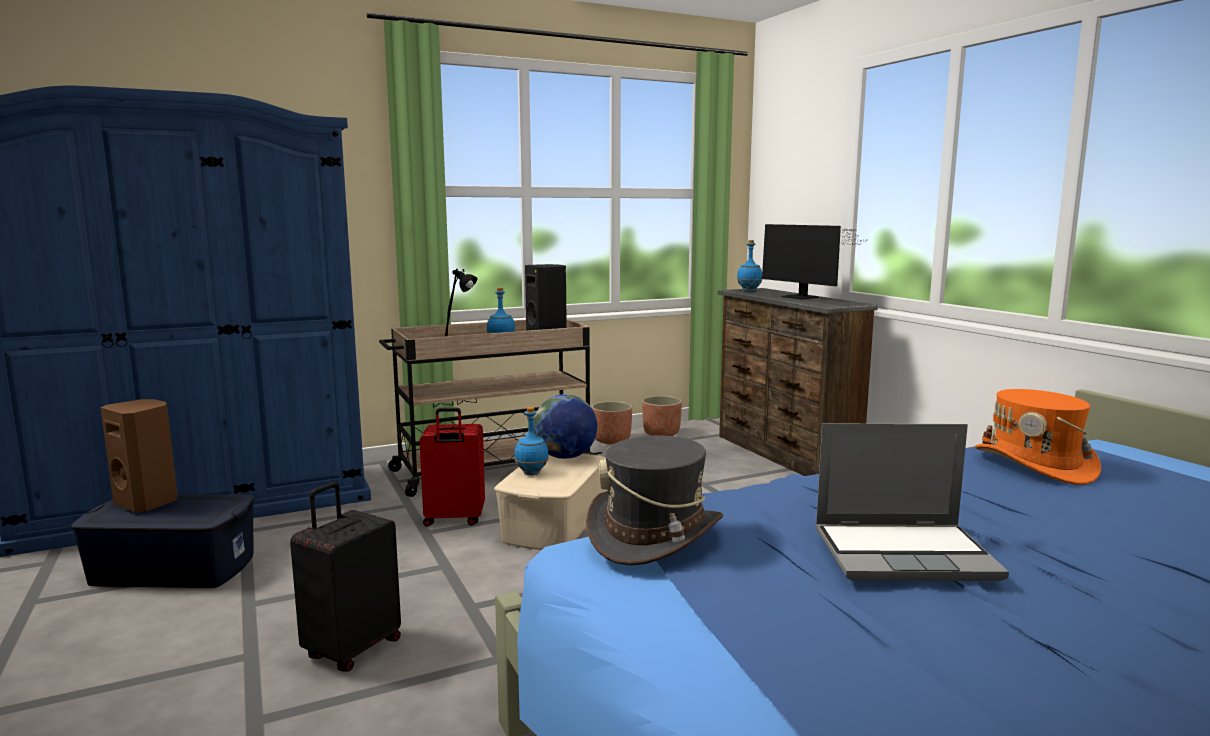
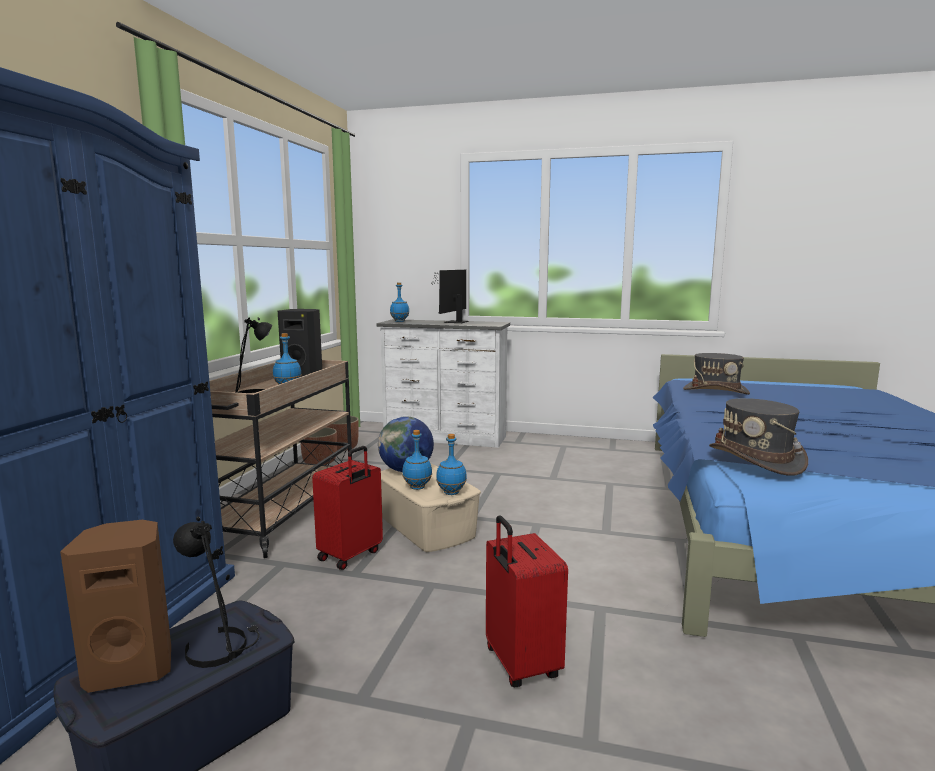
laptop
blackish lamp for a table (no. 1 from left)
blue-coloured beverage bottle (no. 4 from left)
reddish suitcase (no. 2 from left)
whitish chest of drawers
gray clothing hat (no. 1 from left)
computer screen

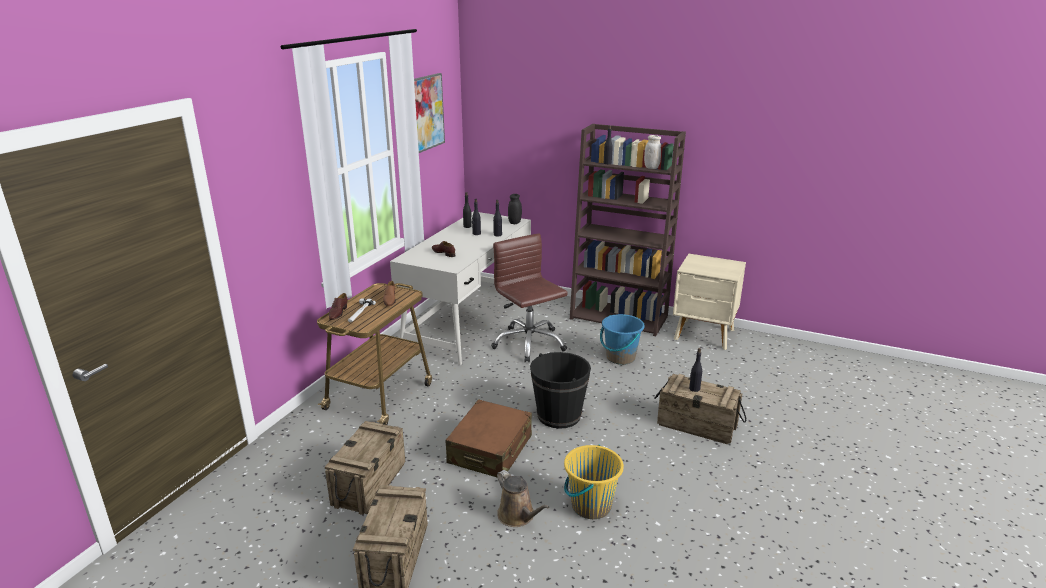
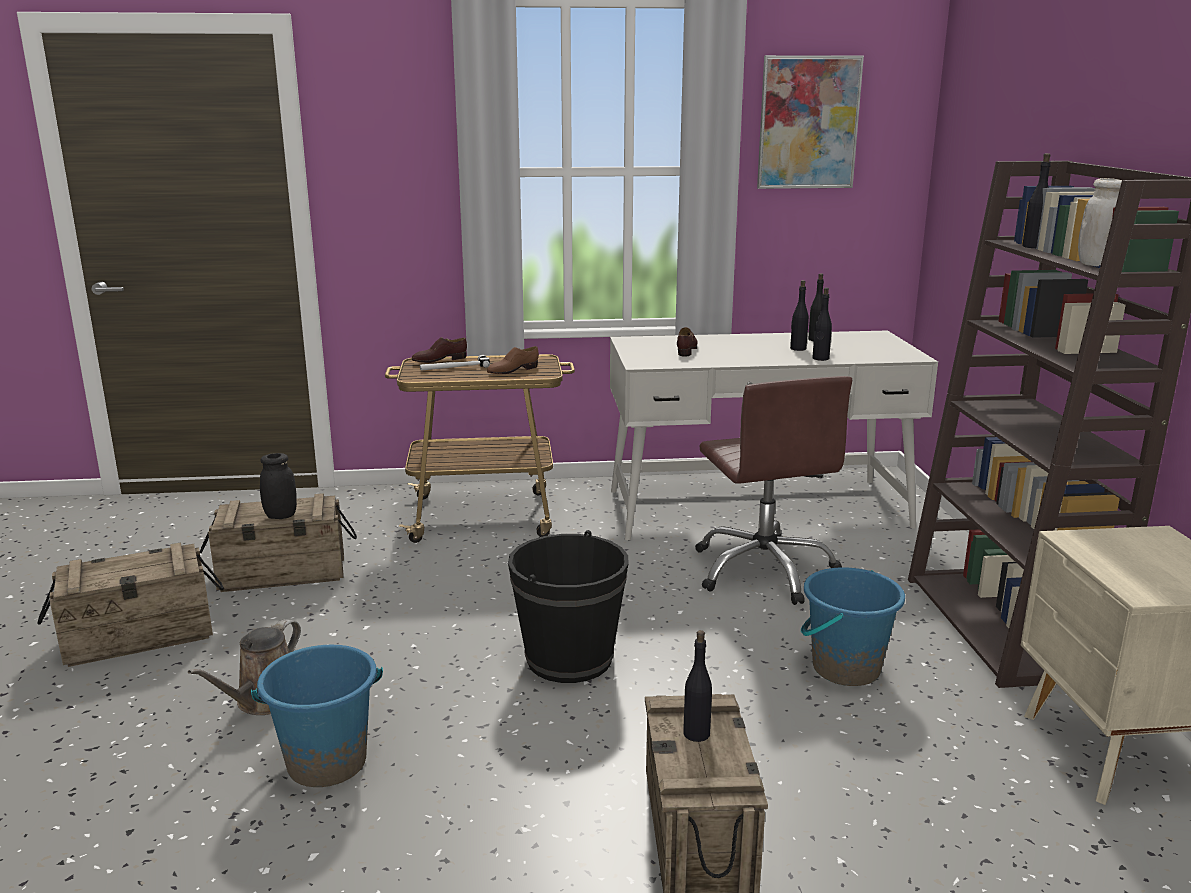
brownish suitcase
blackish preserve jar
blue-coloured water bucket (no. 1 from left)
brownish office chair

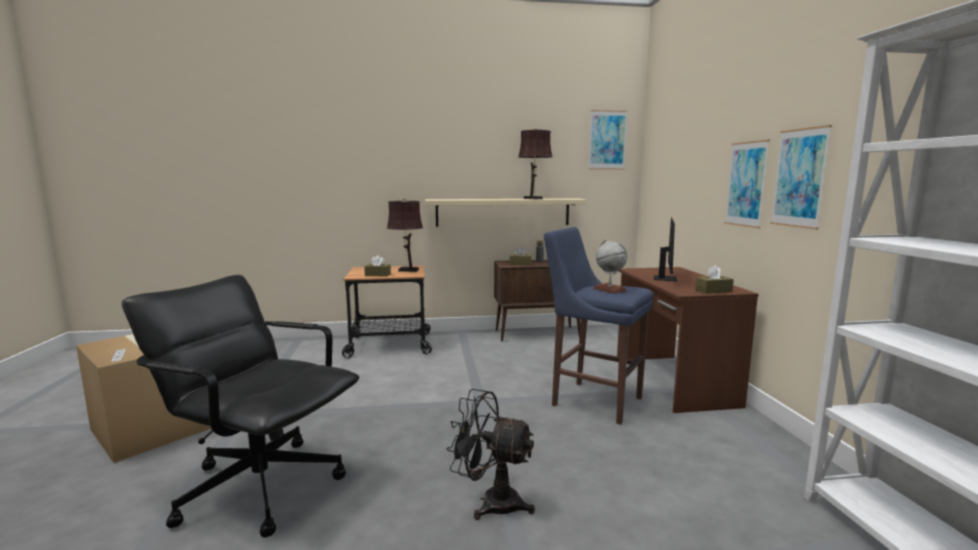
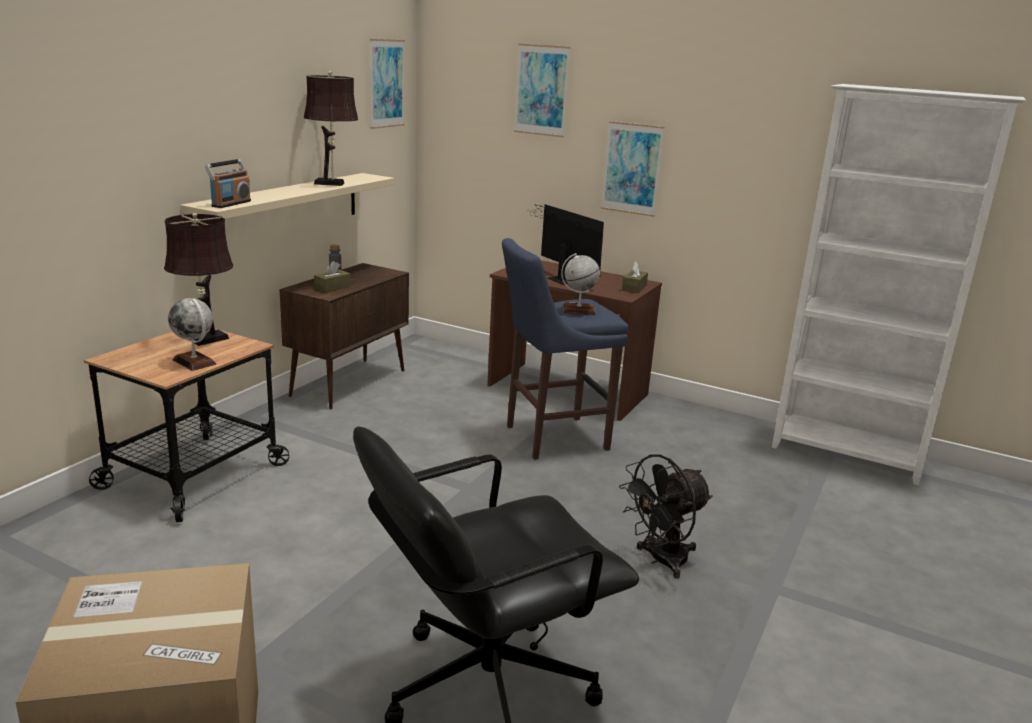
radio
picture (no. 2 from left)
desk globe (no. 1 from left)

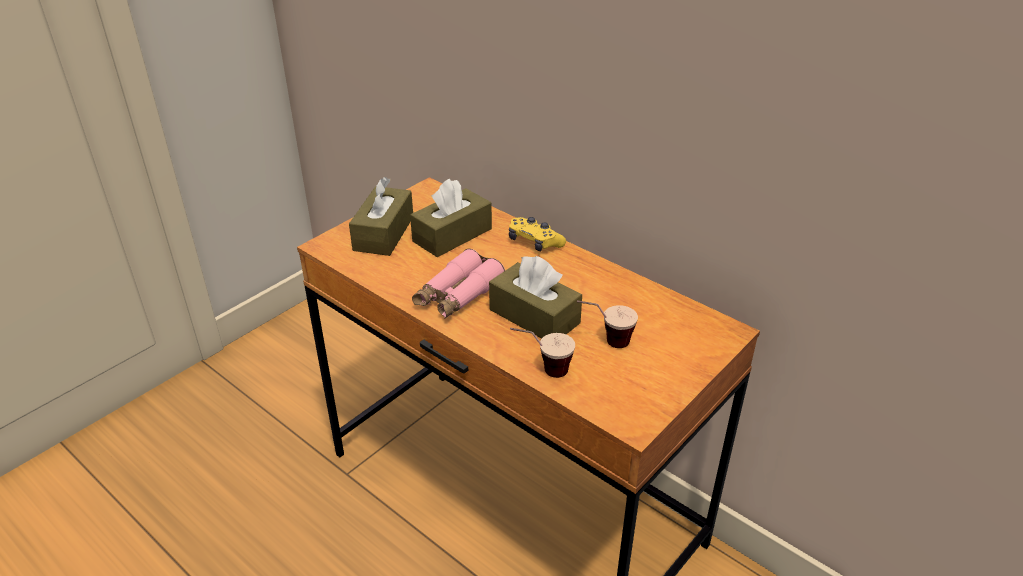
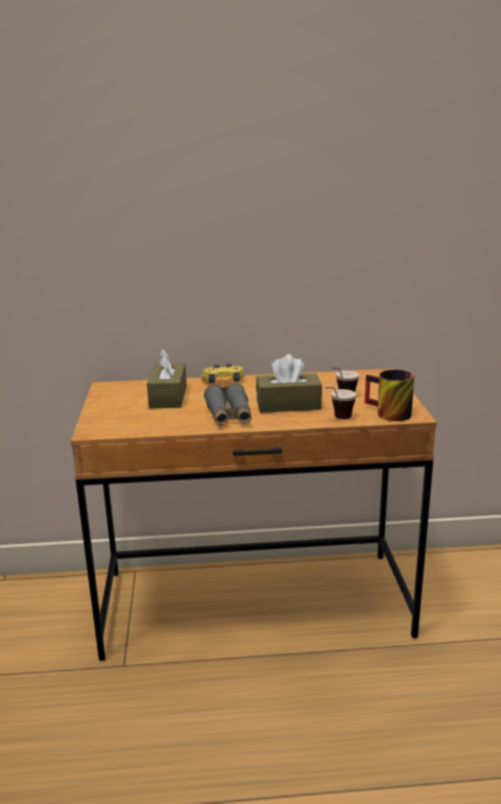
brownish tissue holder (no. 1 from left in the first image)
coffee mug
gray binoculars

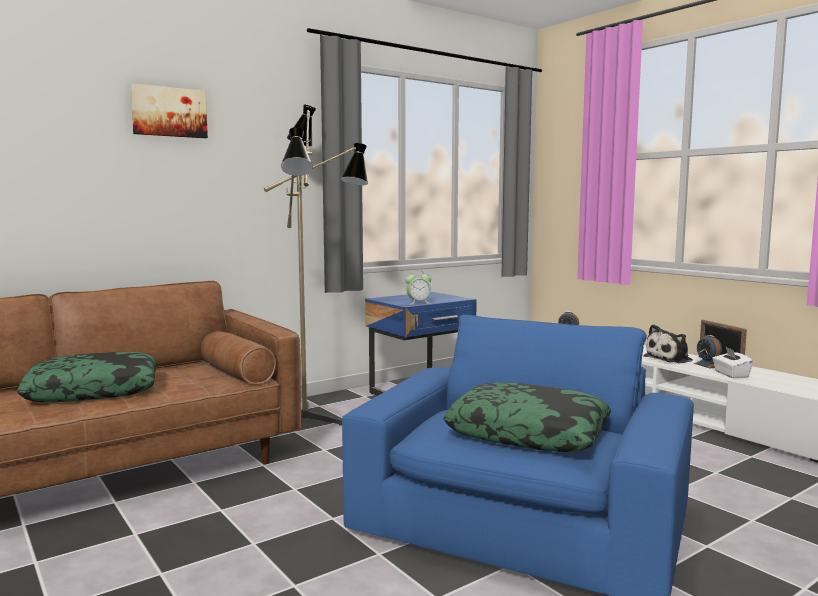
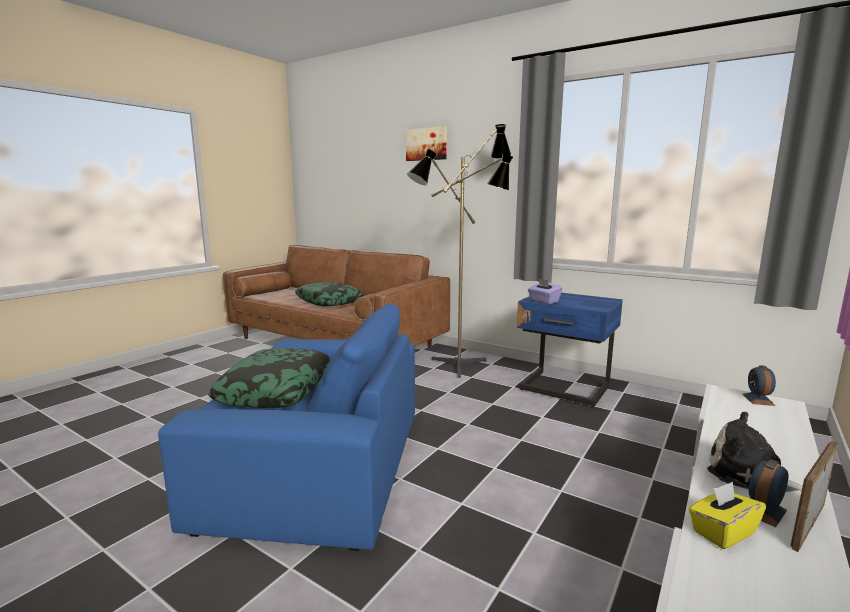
purple-coloured tissue holder
yellow tissue holder

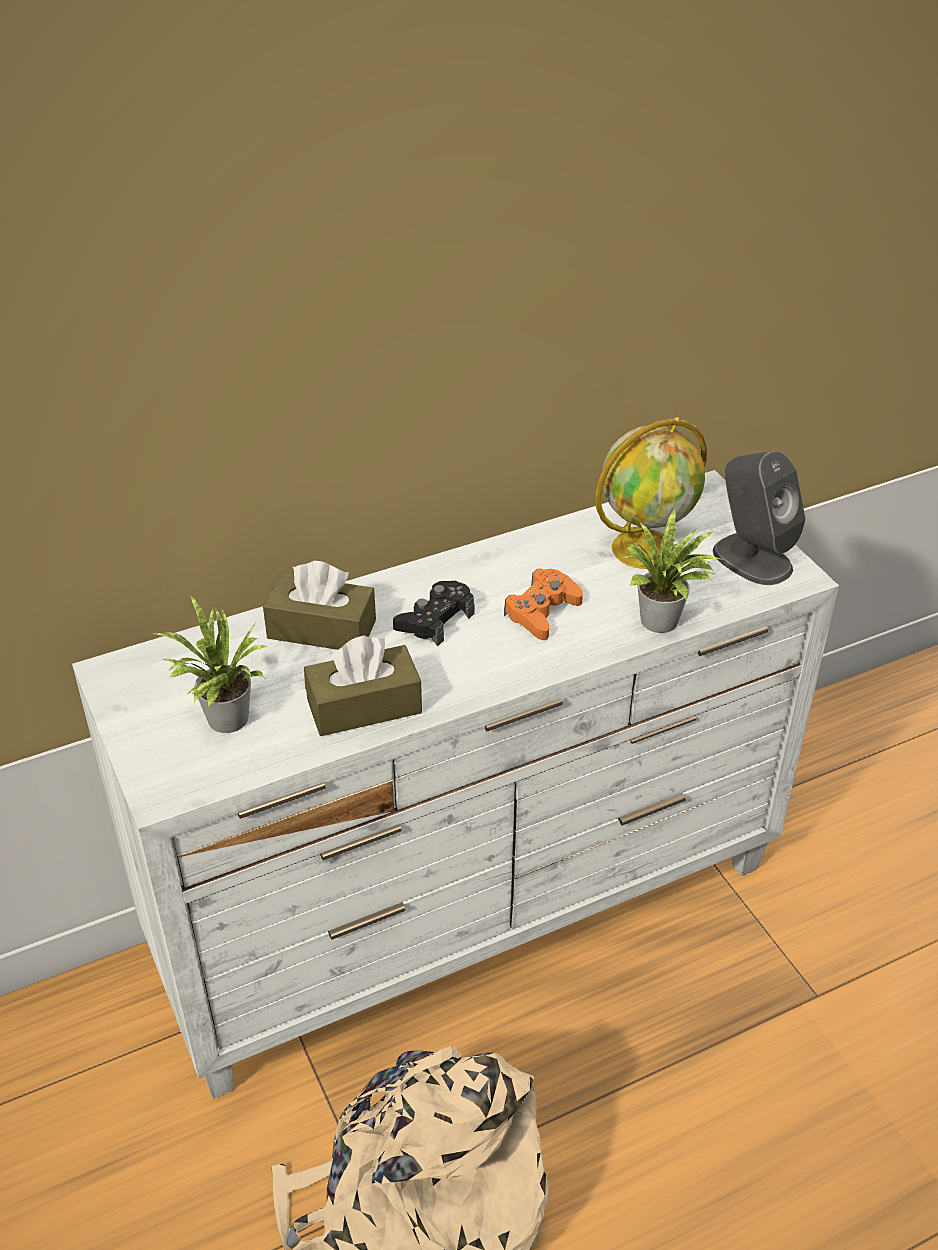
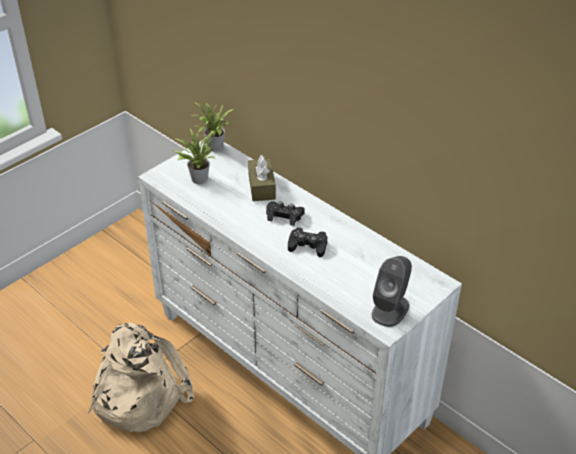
brownish tissue holder (no. 2 from left in the first image)
desk globe
potted plant (no. 2 from left)
blackish gamepad (no. 2 from left)

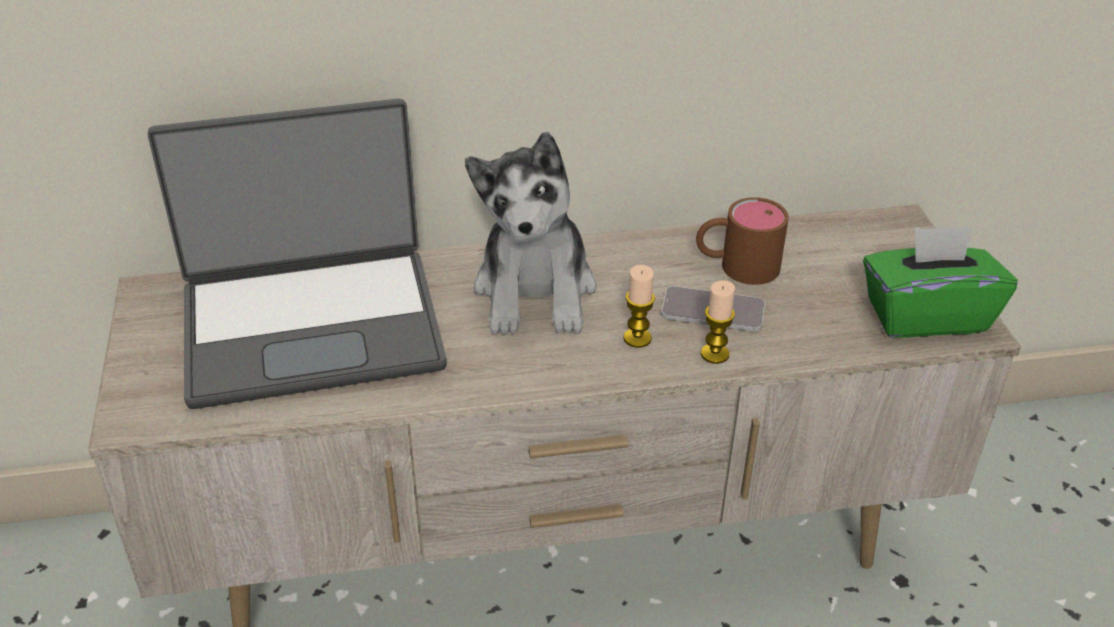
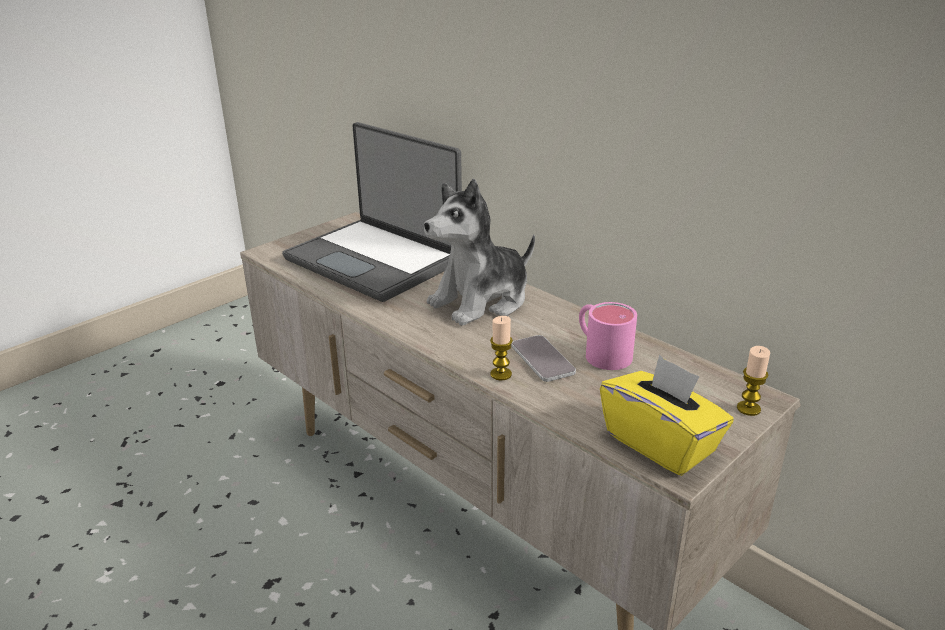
wax candle (no. 2 from left)
pinkish coffee mug
yellow tissue holder

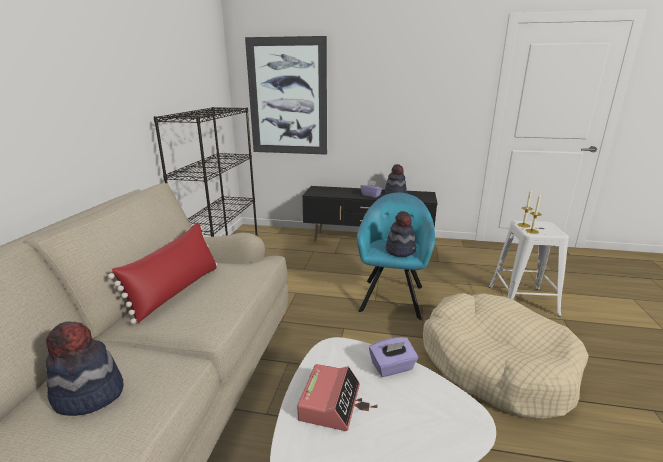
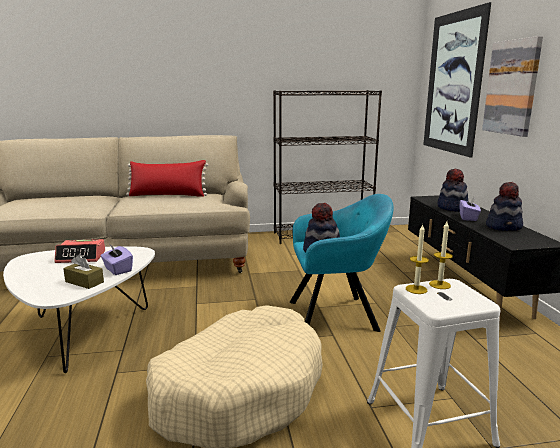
brownish tissue holder
picture (no. 2 from left)
clothing hat (no. 2 from left)

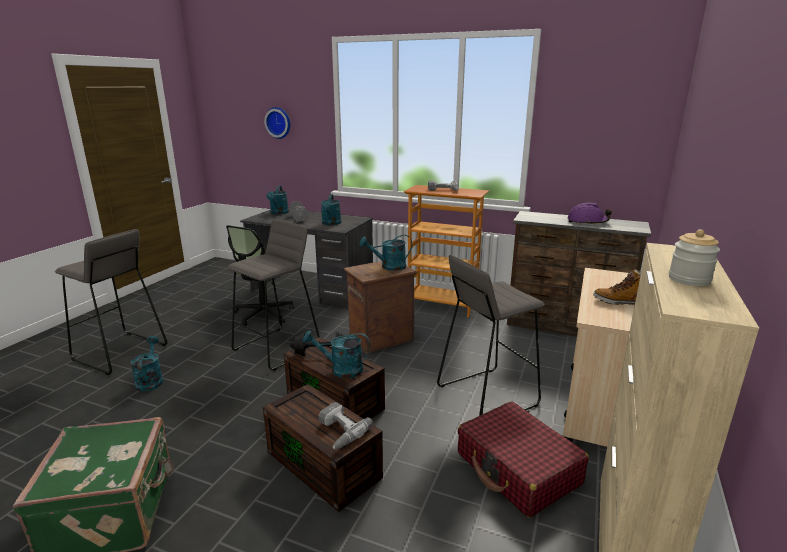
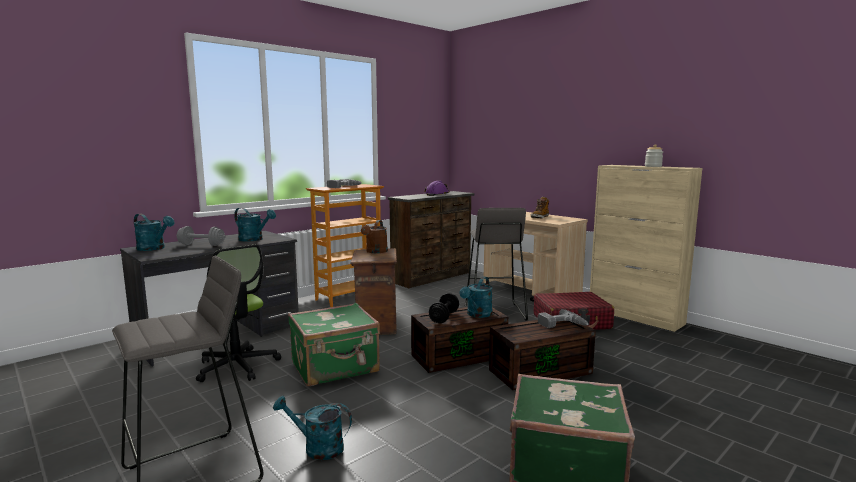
clock on the wall
green-coloured suitcase (no. 1 from left)
brownish watering pot

